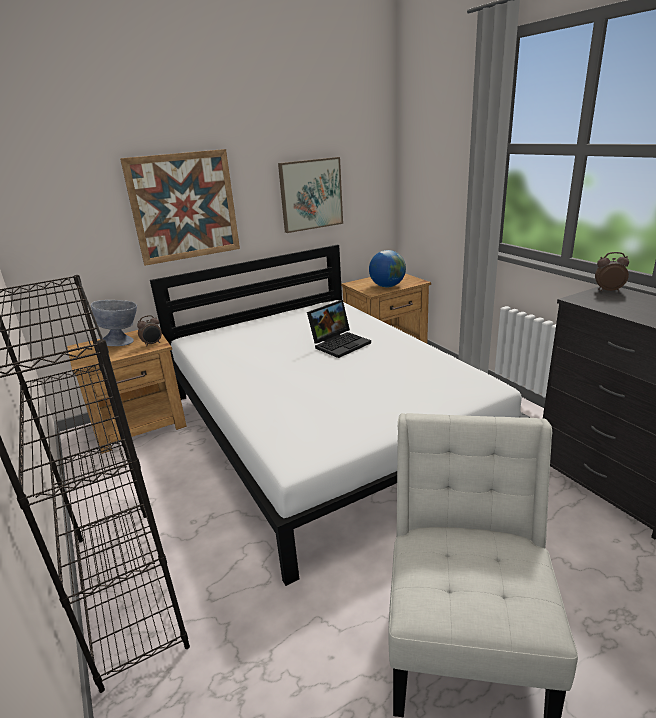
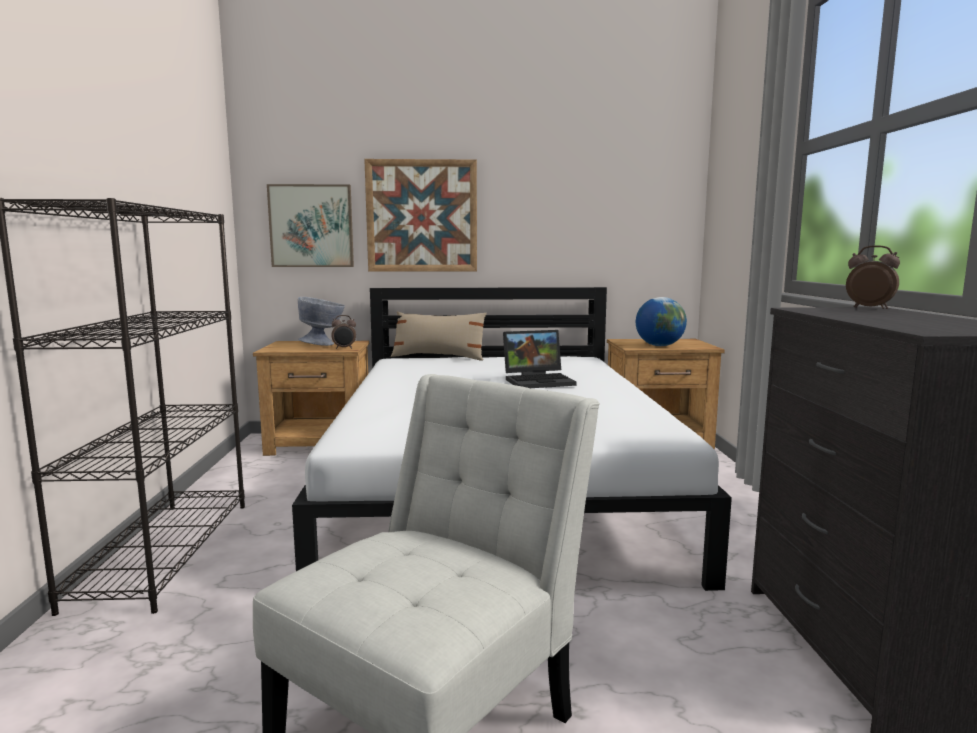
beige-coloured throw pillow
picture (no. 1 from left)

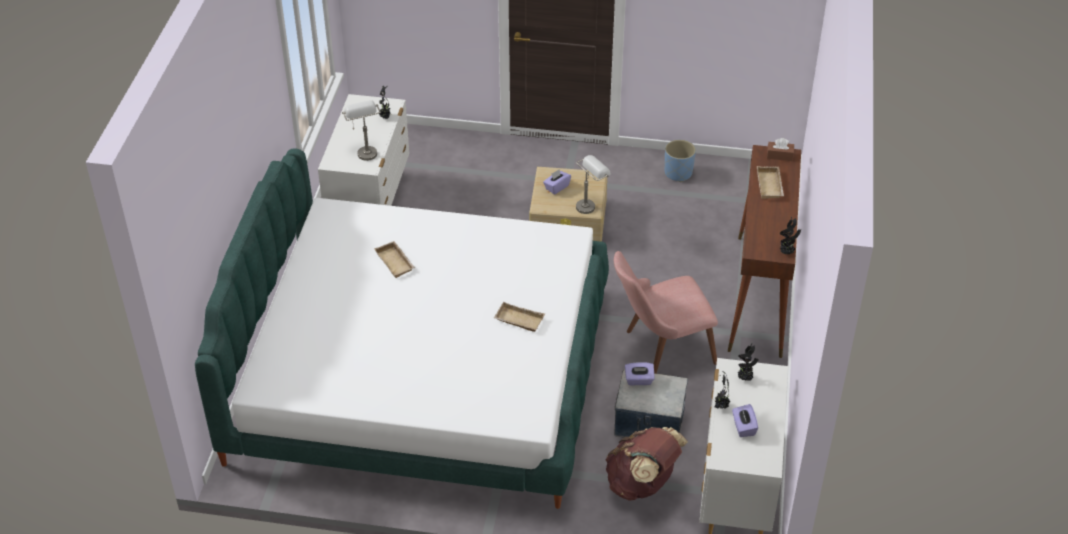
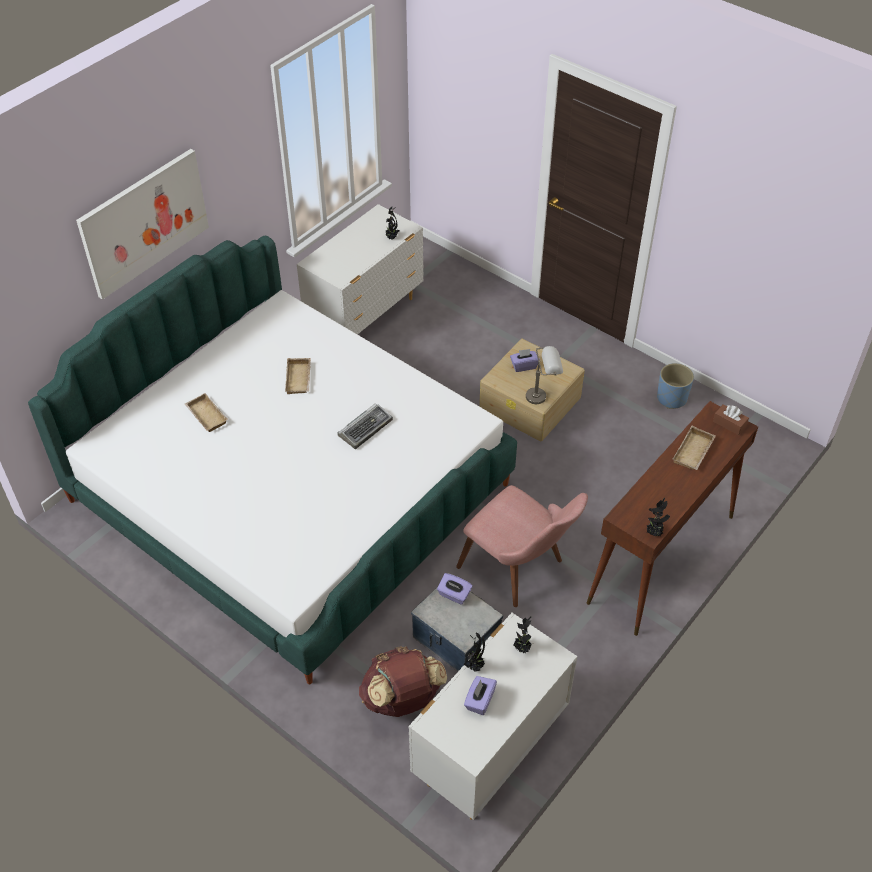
gray lamp for a table (no. 1 from left in the first image)
picture
PC keyboard
beige-coloured serving tray (no. 1 from left)
pinkish plain chair

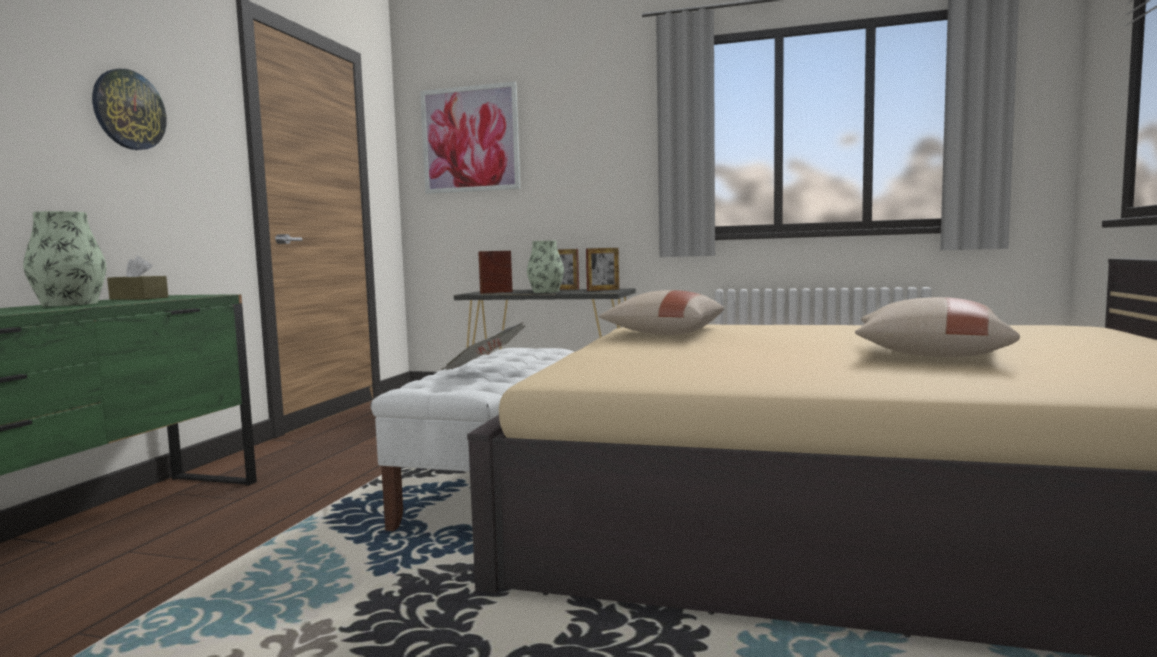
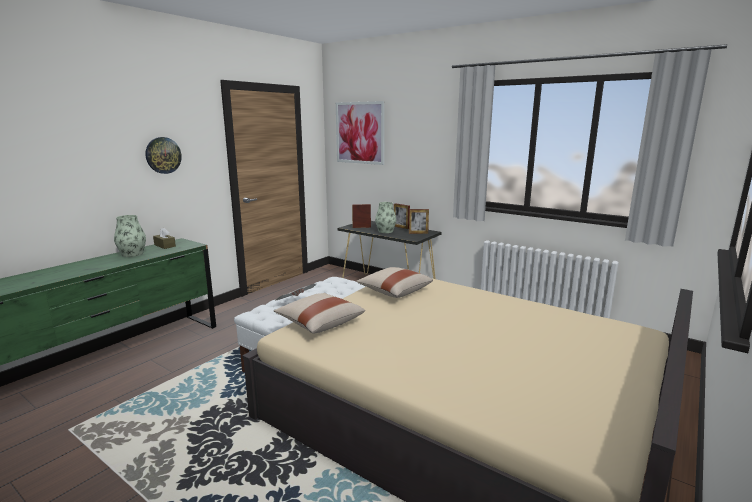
beige-coloured throw pillow (no. 1 from left)

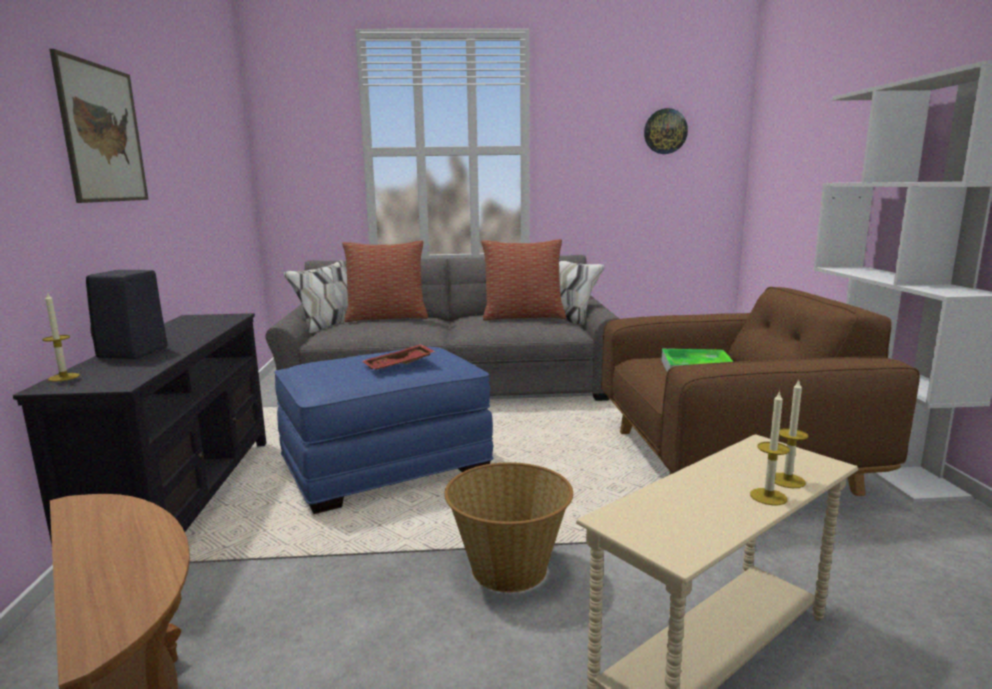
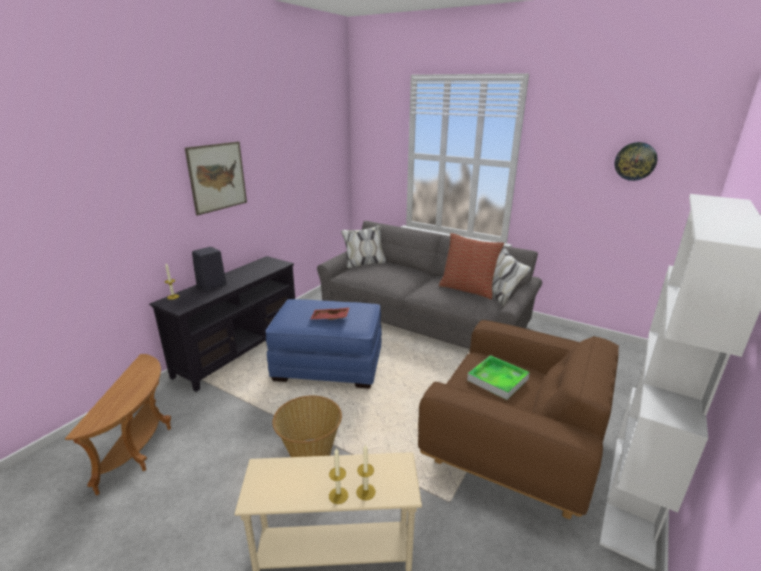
throw pillow (no. 1 from left in the first image)

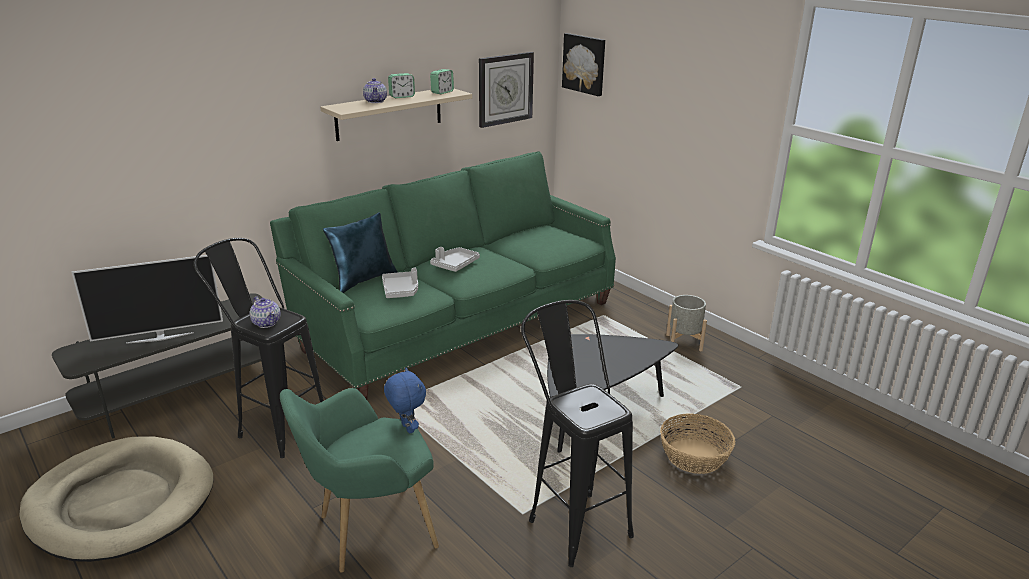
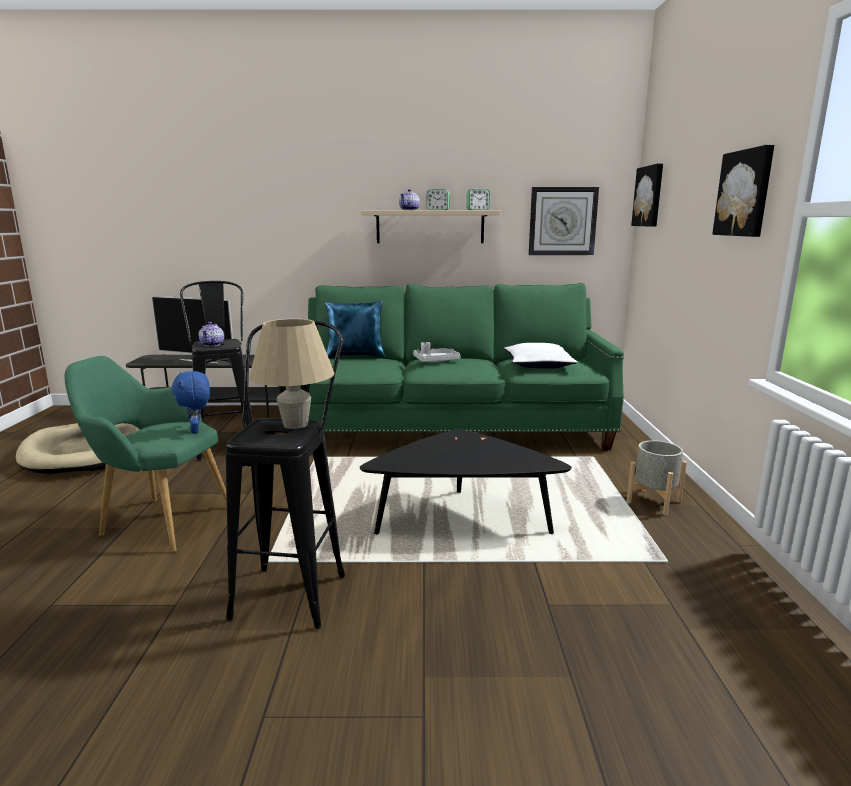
gray serving tray (no. 1 from left in the first image)
basket
beige-coloured lamp for a table
whitish throw pillow
picture (no. 2 from left)
blue-coloured soft toy

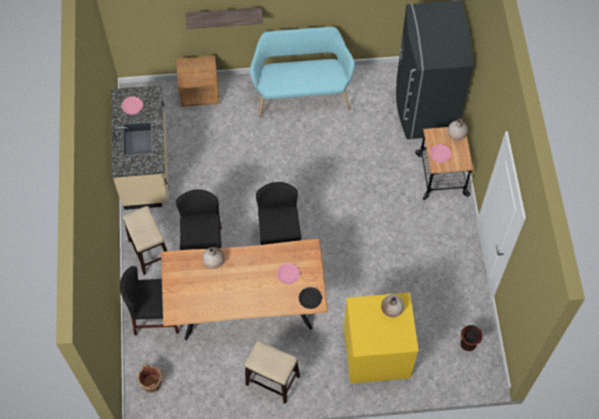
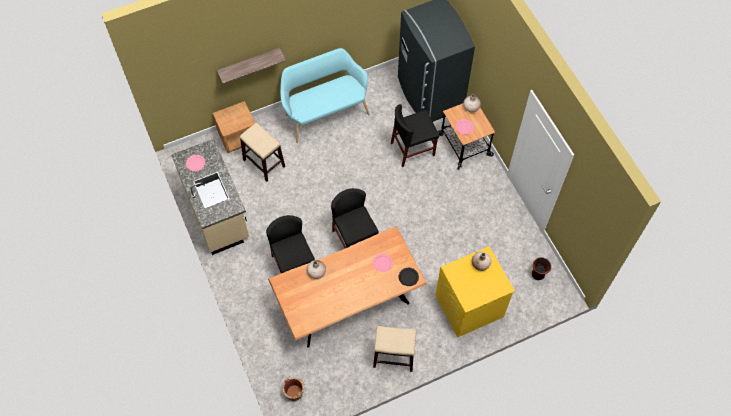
blackish plain chair (no. 3 from left)
stool seat (no. 1 from left)

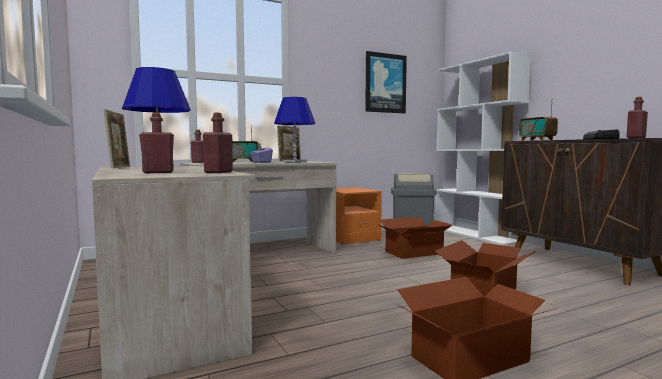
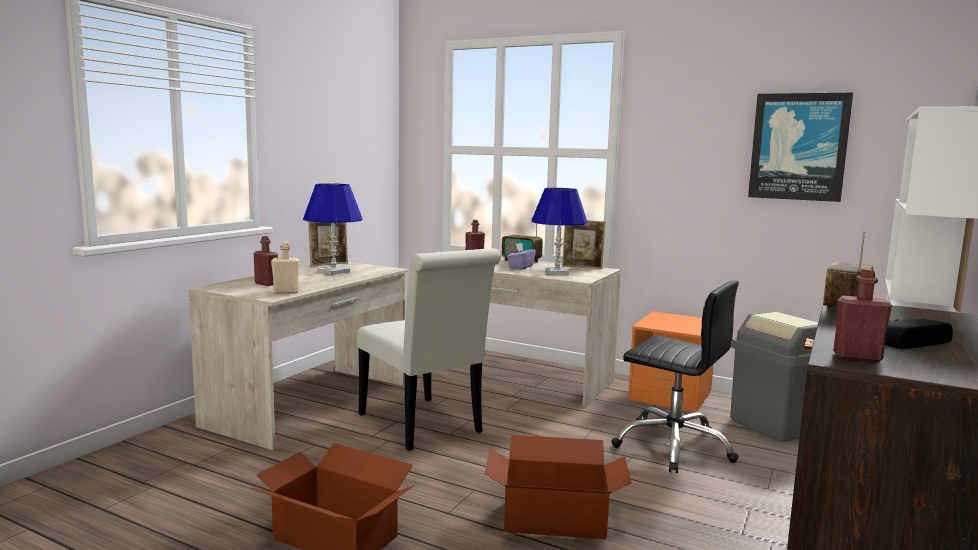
whitish plain chair
blackish office chair
beige-coloured beverage bottle

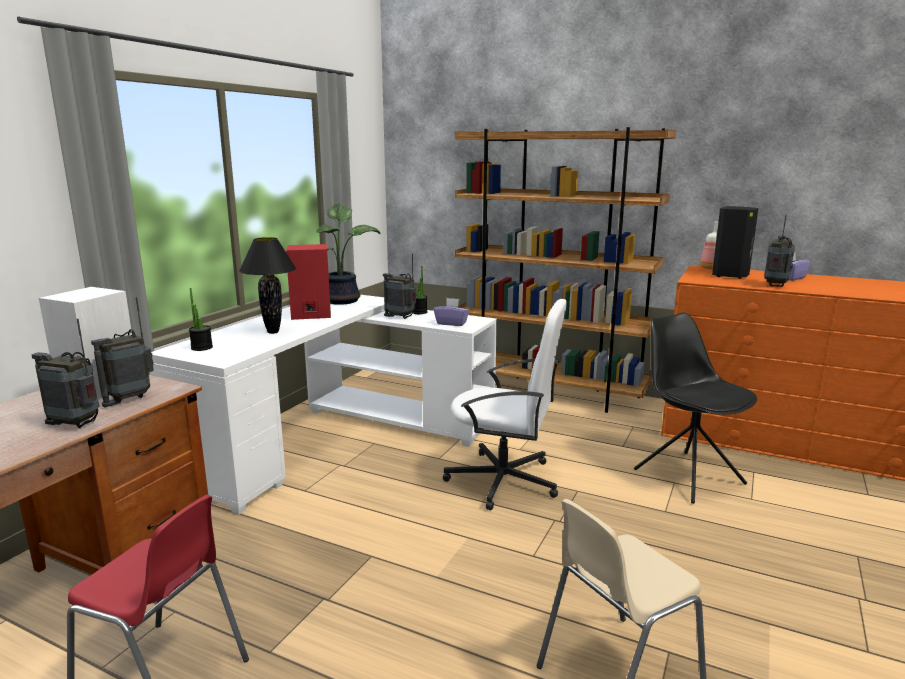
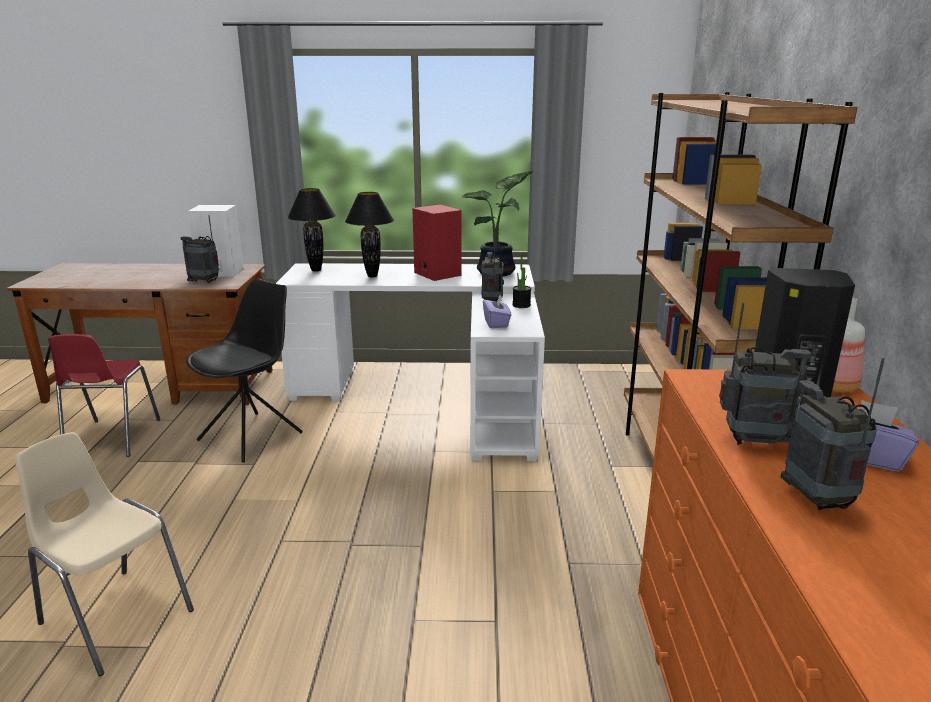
whitish office chair
radio (no. 4 from left)
blackish plain chair
blackish lamp for a table (no. 1 from left)

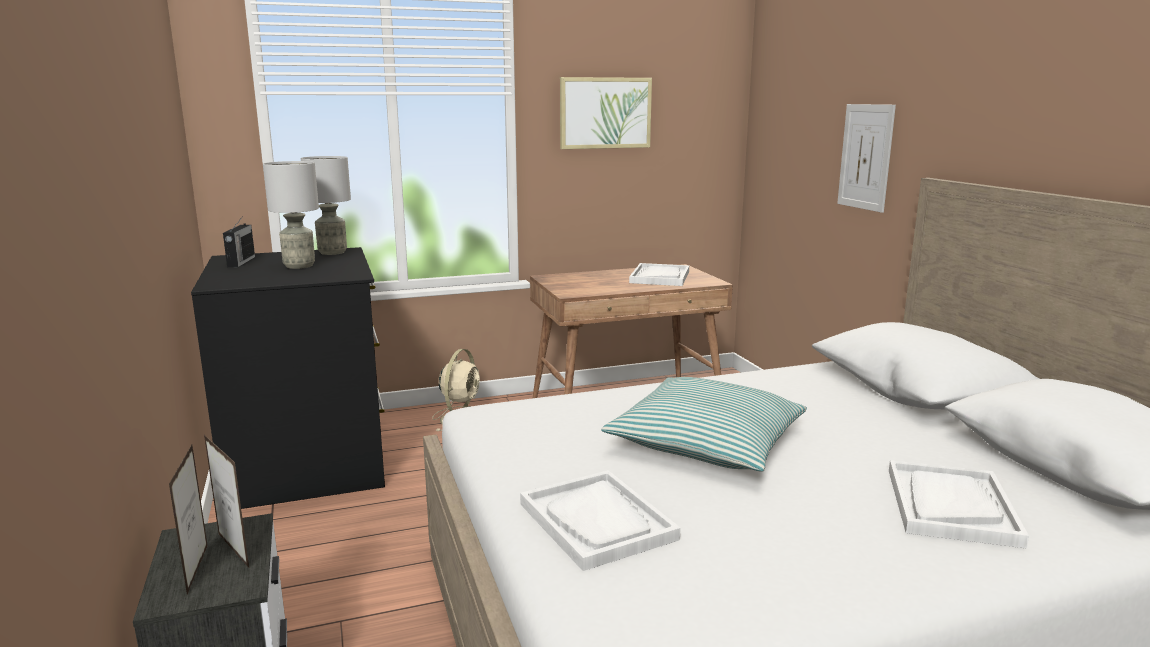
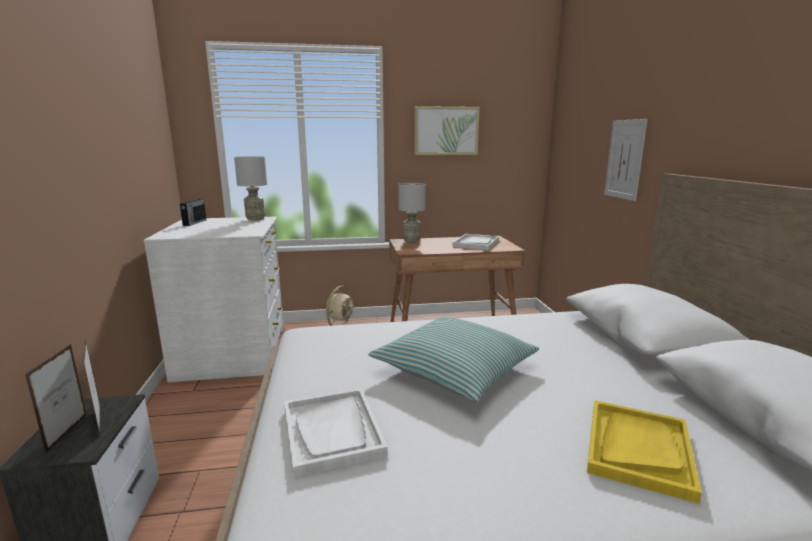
gray lamp for a table (no. 2 from left)
whitish chest of drawers
yellow serving tray

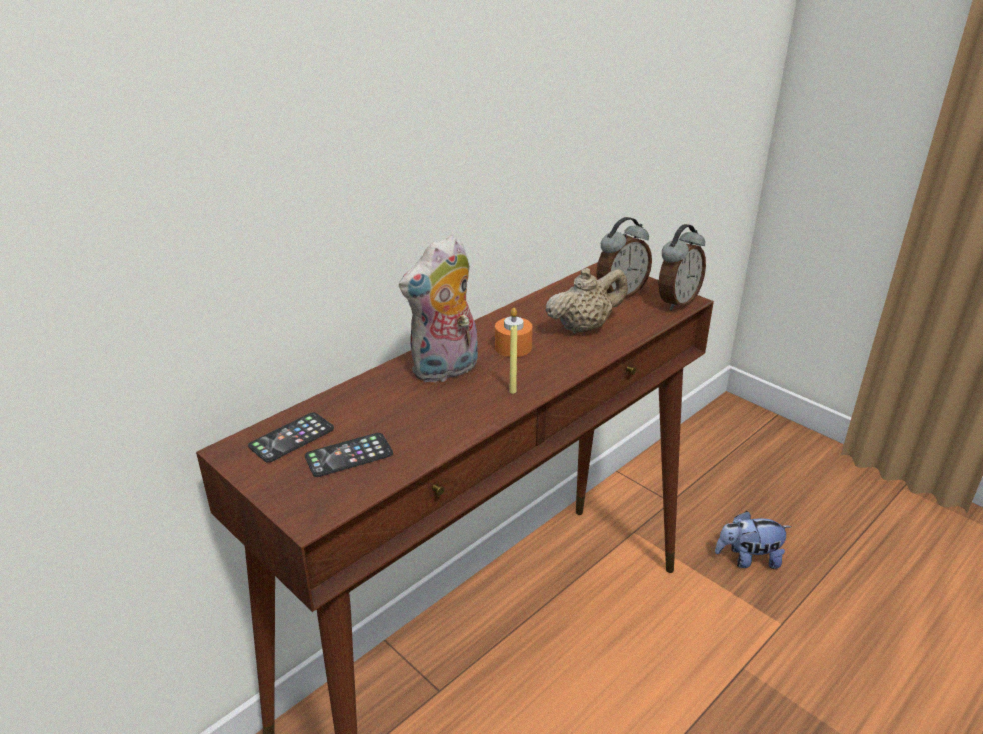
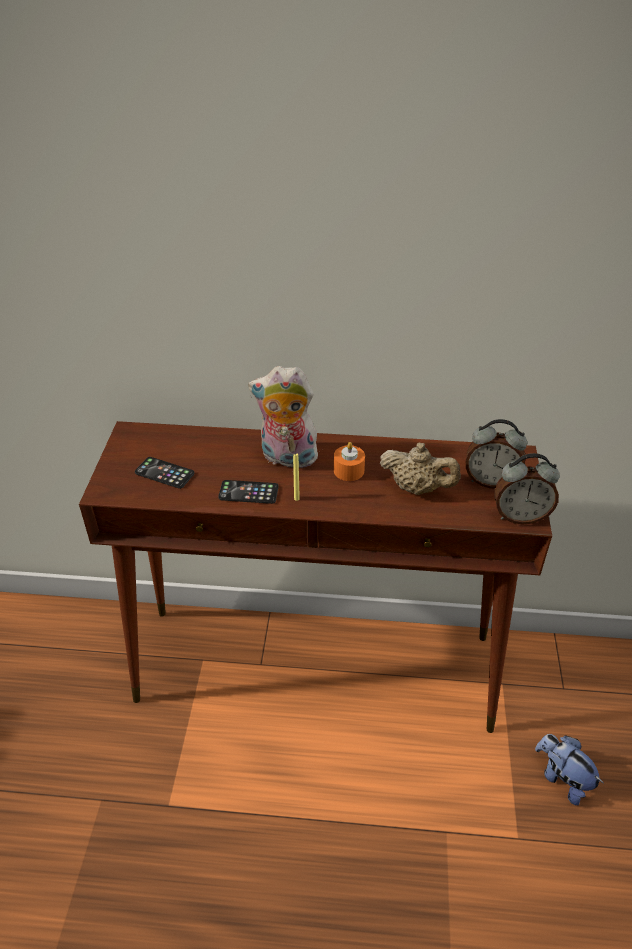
telephone (no. 2 from left)

